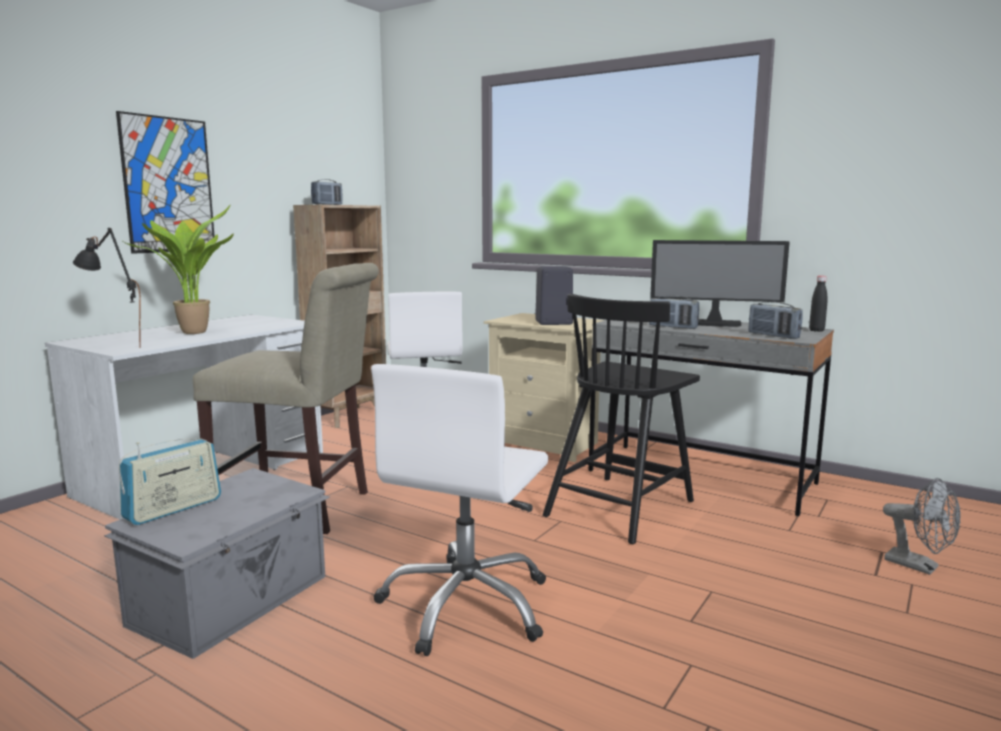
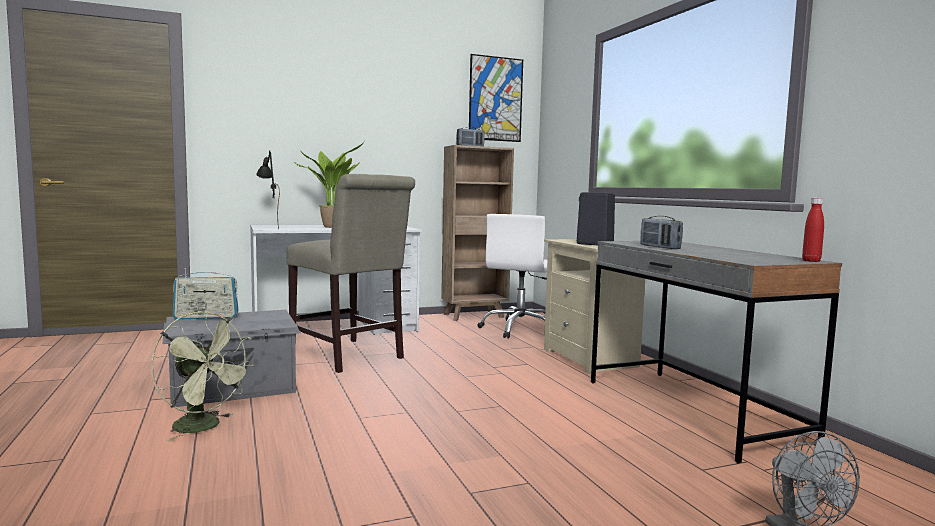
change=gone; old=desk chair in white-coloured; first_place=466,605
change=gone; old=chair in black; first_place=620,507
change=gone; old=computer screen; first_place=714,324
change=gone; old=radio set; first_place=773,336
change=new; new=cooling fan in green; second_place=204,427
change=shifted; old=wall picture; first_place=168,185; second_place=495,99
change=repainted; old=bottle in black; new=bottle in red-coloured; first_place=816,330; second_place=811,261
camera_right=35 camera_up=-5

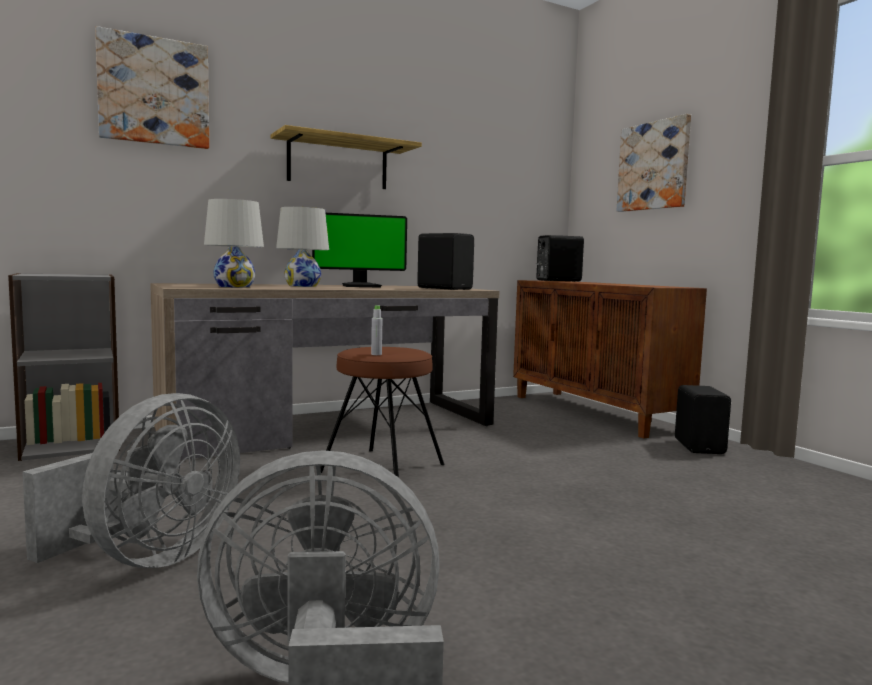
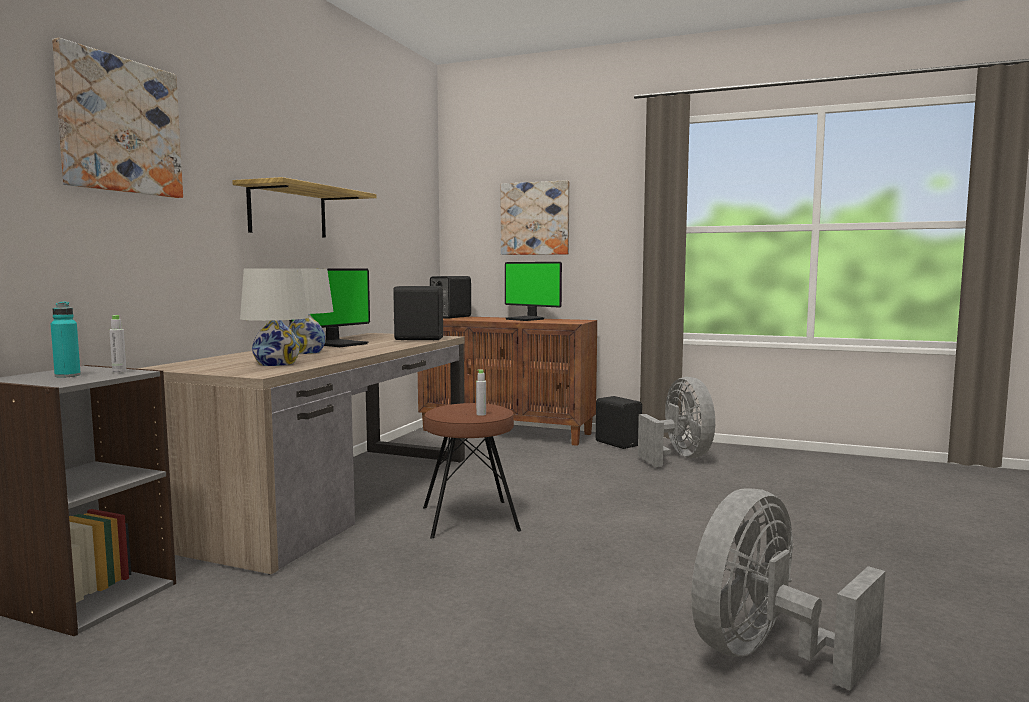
change=new; new=bottle in blue-green; second_place=67,376
change=new; new=bottle in grey; second_place=119,372
change=new; new=computer screen; second_place=526,319
change=shifted; old=cooling fan in grey; first_place=150,557; second_place=679,458
camera_right=-40 camera_up=0

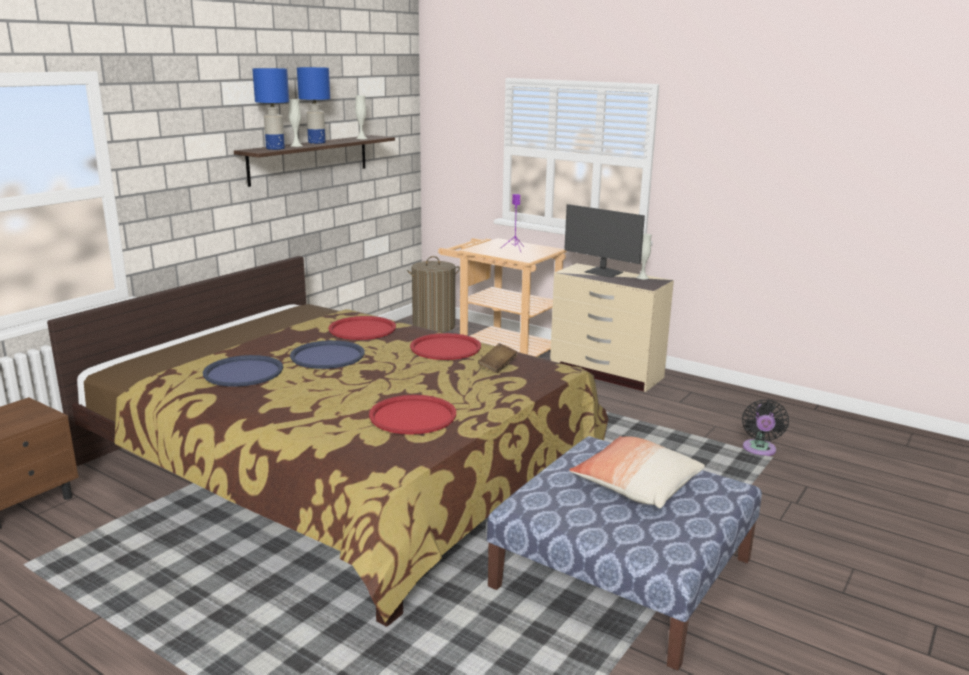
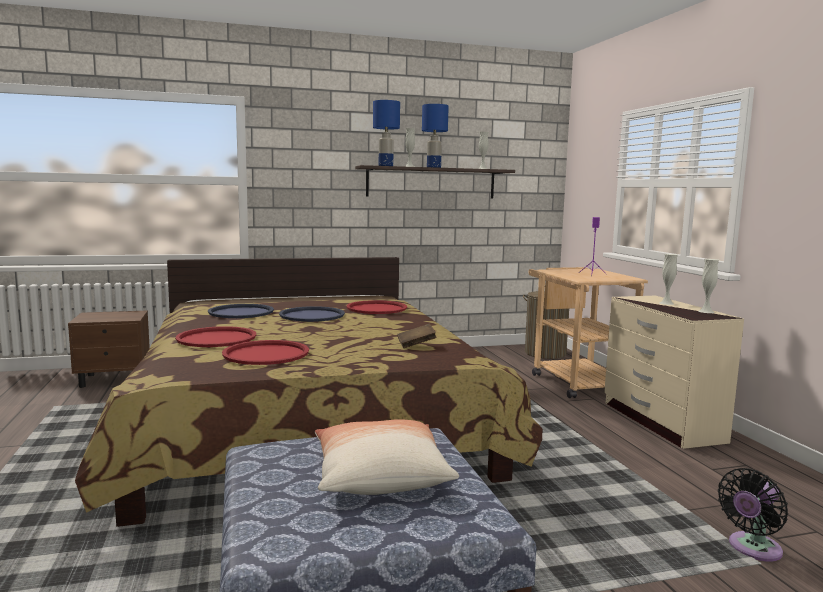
change=shifted; old=tray in red-coloured; first_place=445,348; second_place=217,338
change=swapped; old=computer screen; new=decorative vase in white-coloured; first_place=603,272; second_place=666,303
camera_right=40 camera_up=-10

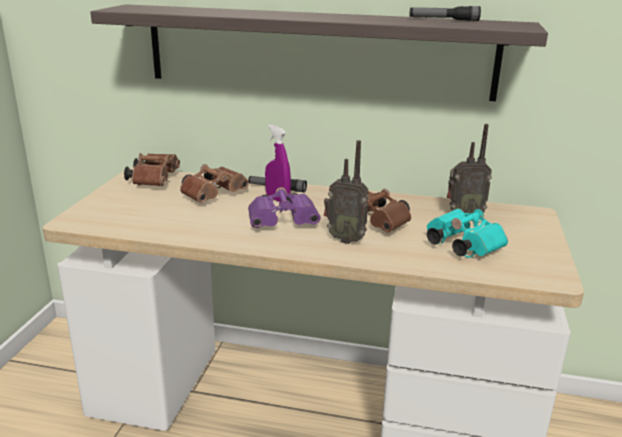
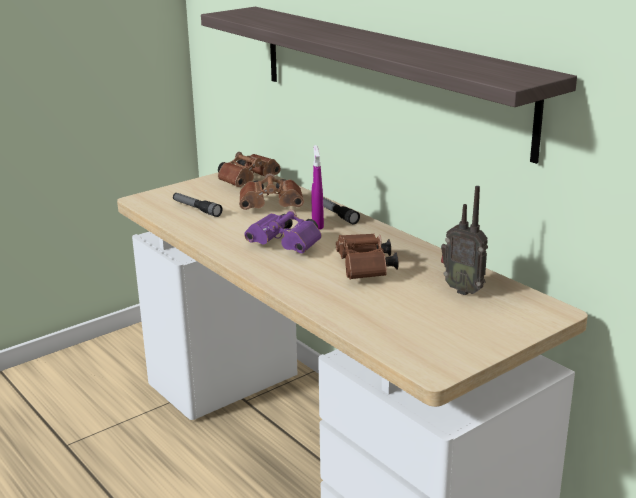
change=gone; old=radio set; first_place=345,239
change=gone; old=binoculars in blue-green; first_place=460,246
change=shifted; old=hand torch; first_place=443,20; second_place=196,209
camera_right=40 camera_up=0

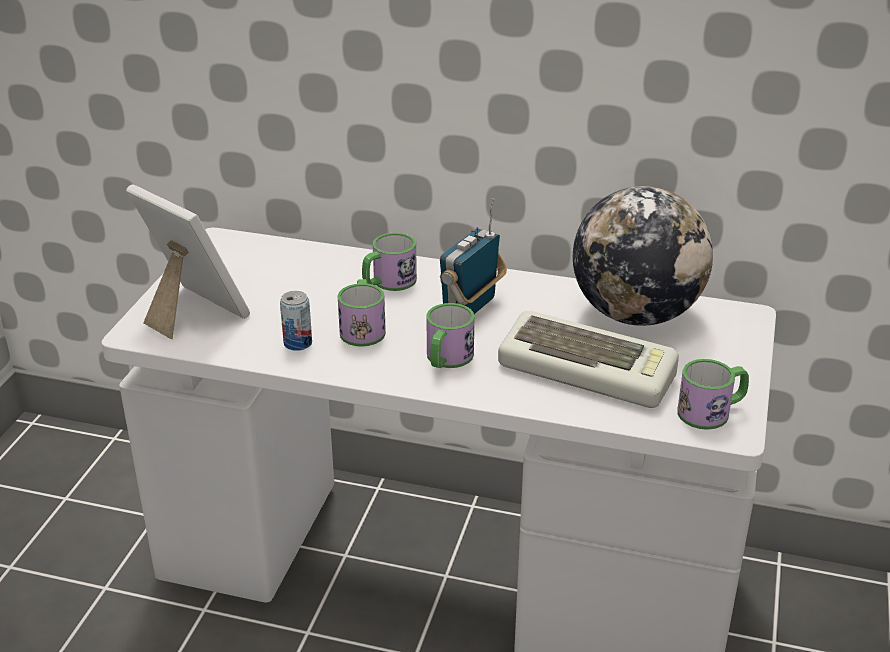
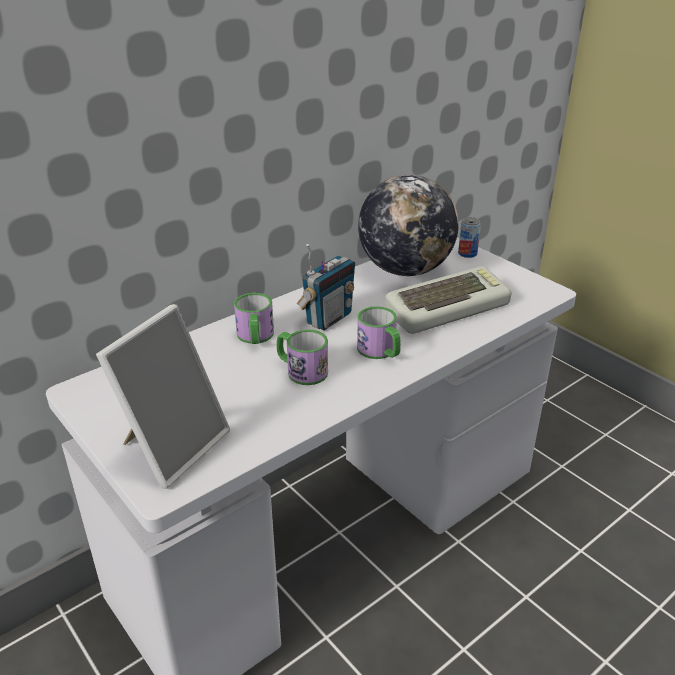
change=gone; old=tea mug; first_place=711,411
change=shifted; old=can; first_place=298,343; second_place=467,254
change=rotated; old=photo frame; first_place=191,313; second_place=172,446; degrees=135
change=rotated; old=radio set; first_place=470,307; second_place=328,318; degrees=-120
camera_right=-55 camera_up=0

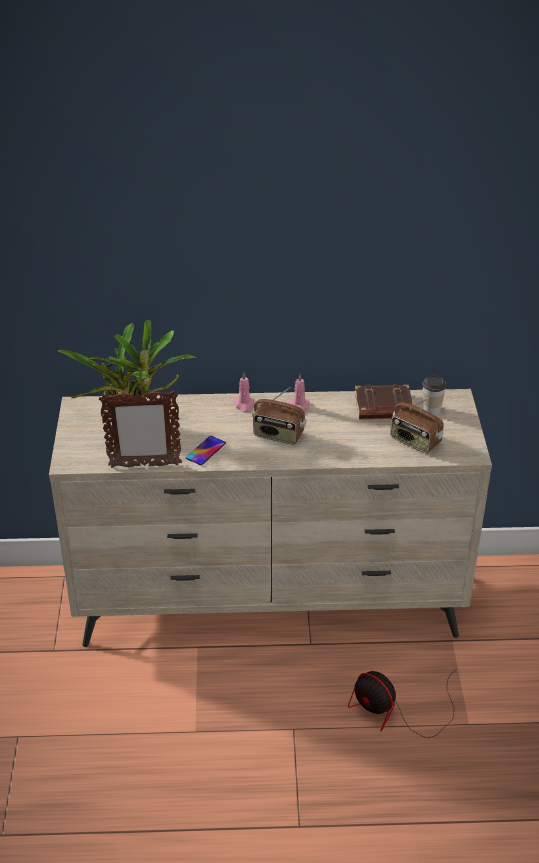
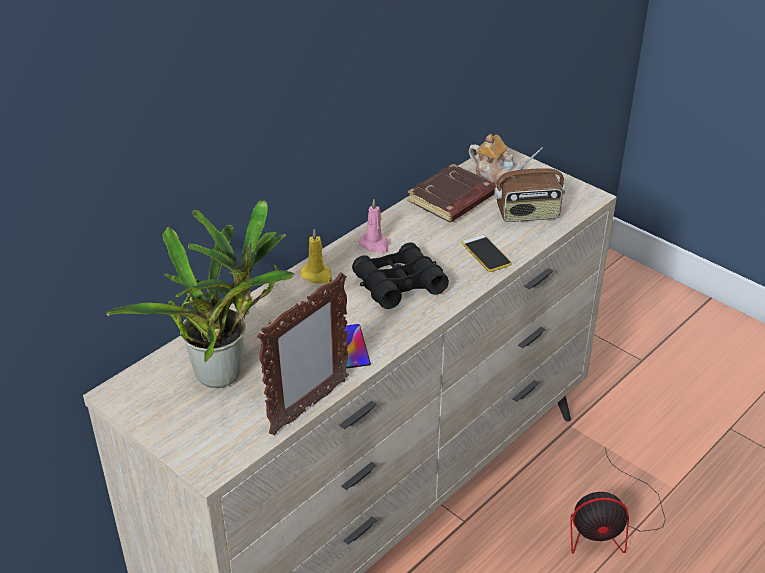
change=new; new=telephone; second_place=486,254
change=swapped; old=radio set; new=binoculars in black; first_place=278,435; second_place=399,284
change=swapped; old=small cup; new=teapot; first_place=431,410; second_place=496,178
change=repainted; old=candle in pink-coloured; new=candle in yellow-coloured; first_place=244,405; second_place=317,275
camera_right=-45 camera_up=0

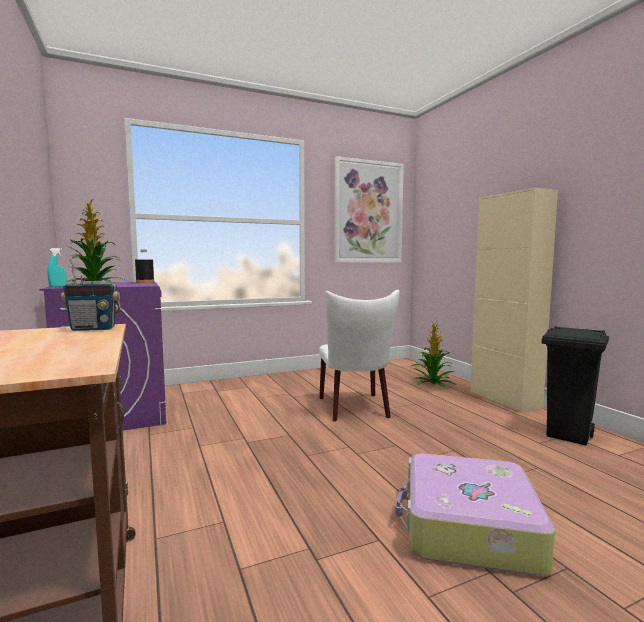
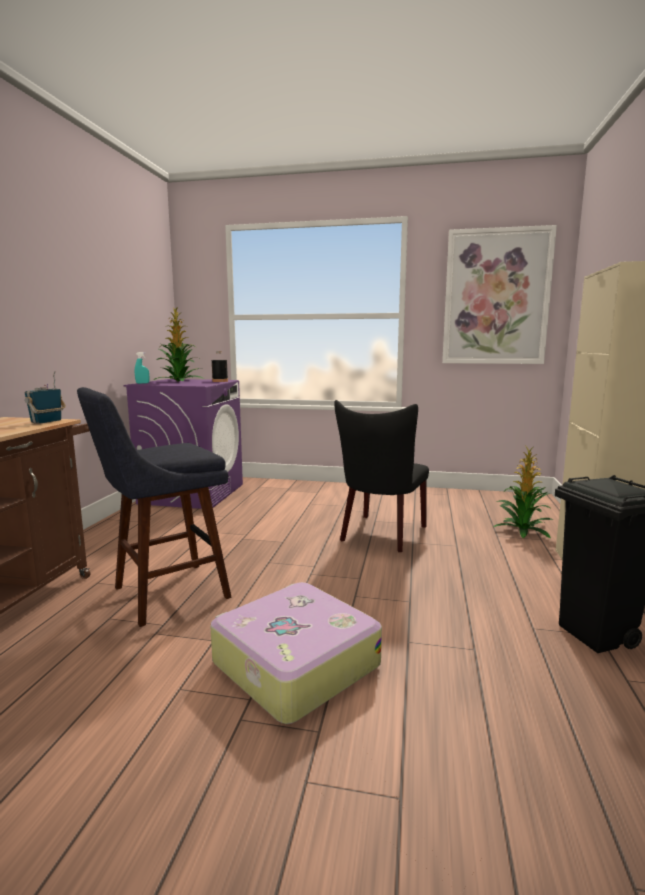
change=new; new=stool in bluish; second_place=163,595
change=repainted; old=chair in white-coloured; new=chair in black; first_place=355,409; second_place=381,535
change=rotated; old=radio set; first_place=93,329; second_place=47,422; degrees=90
camera_right=35 camera_up=5

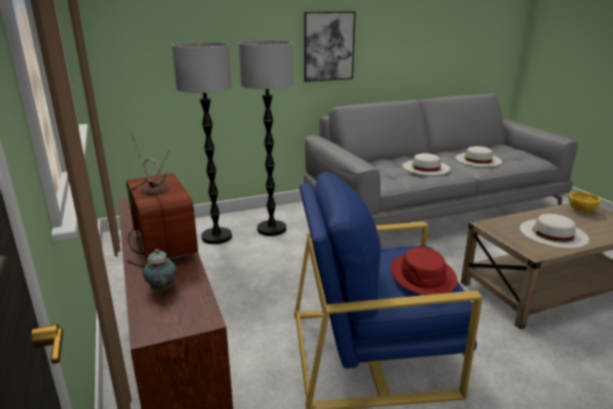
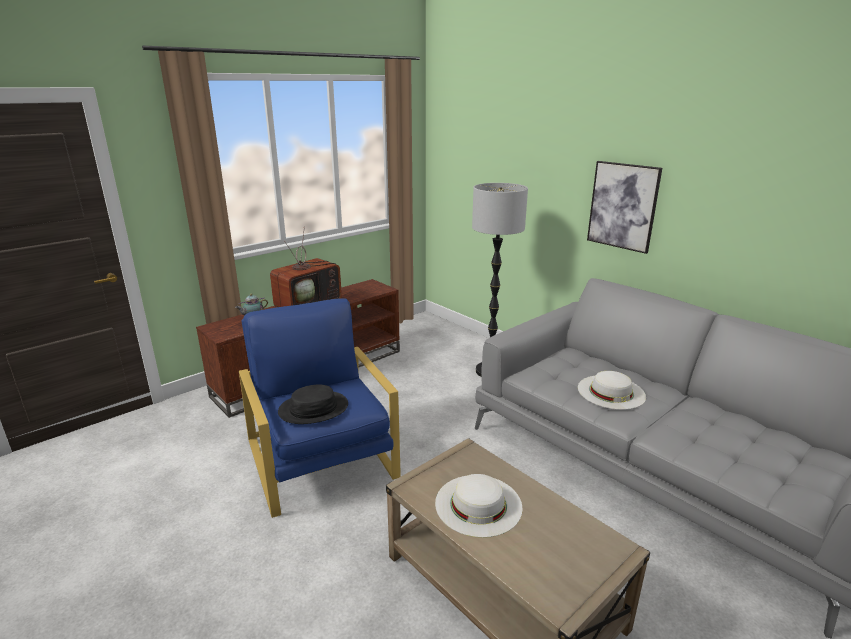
change=gone; old=standard lamp; first_place=217,237
change=gone; old=wearable hat in white-coloured; first_place=478,159
change=gone; old=bowl in yellow-coloured; first_place=581,210
change=repainted; old=wearable hat in red-coloured; new=wearable hat in black; first_place=423,275; second_place=313,409
camera_right=70 camera_up=0

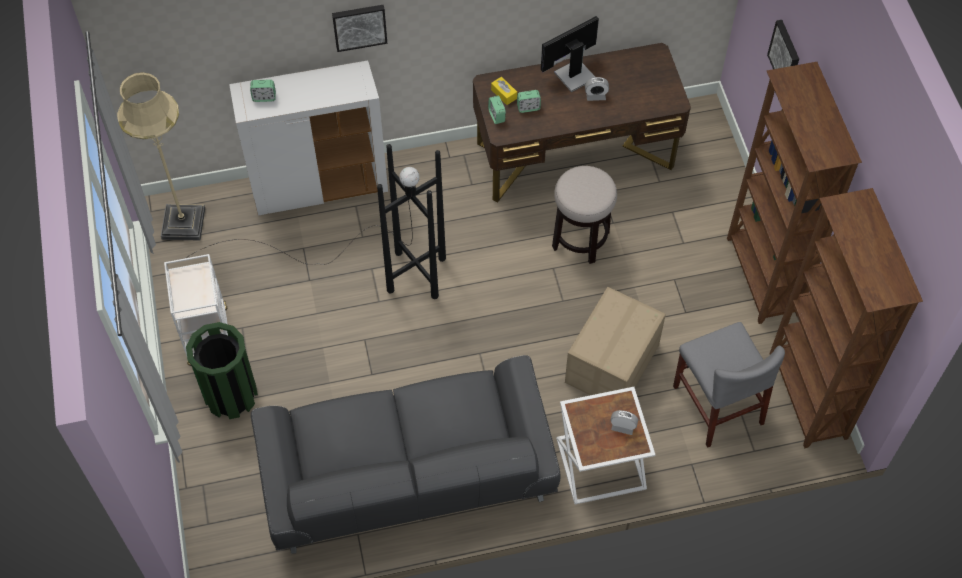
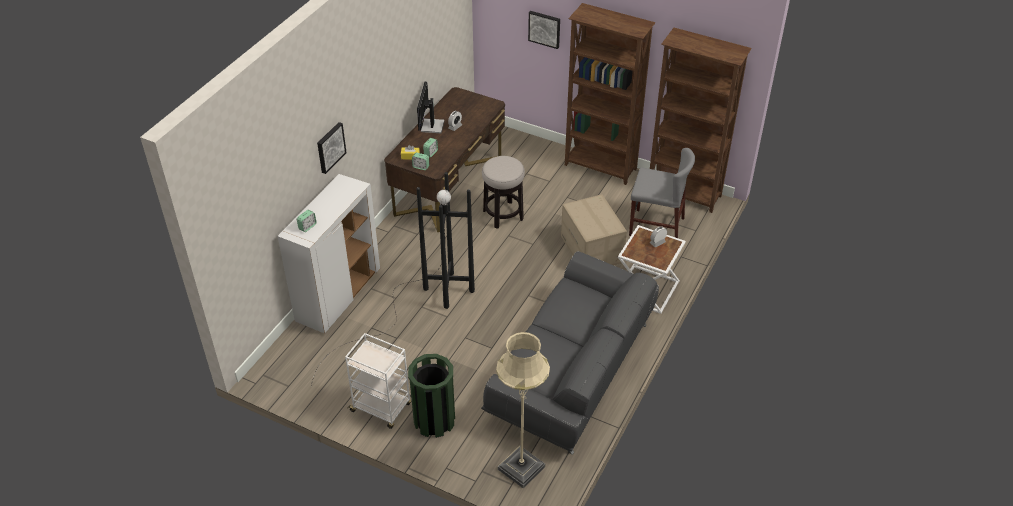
change=shifted; old=standard lamp in beige; first_place=183,224; second_place=521,468
camera_right=-50 camera_up=-15

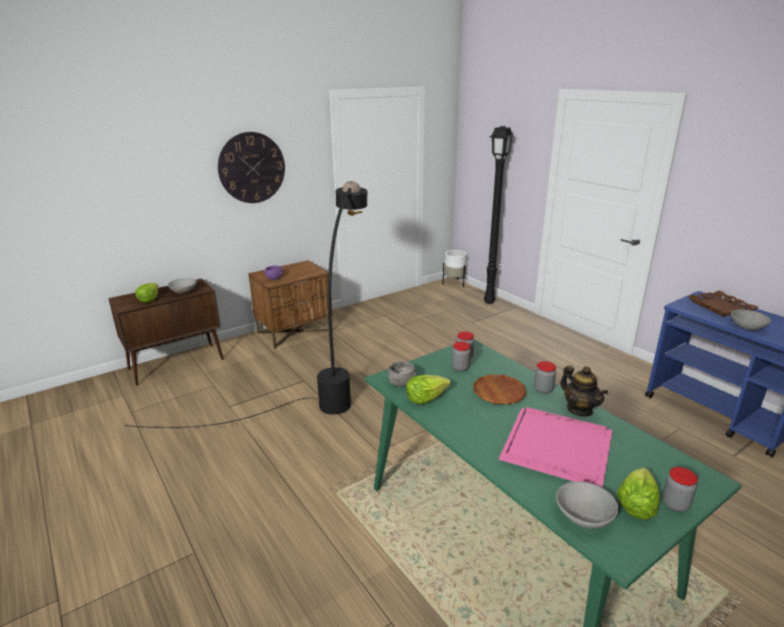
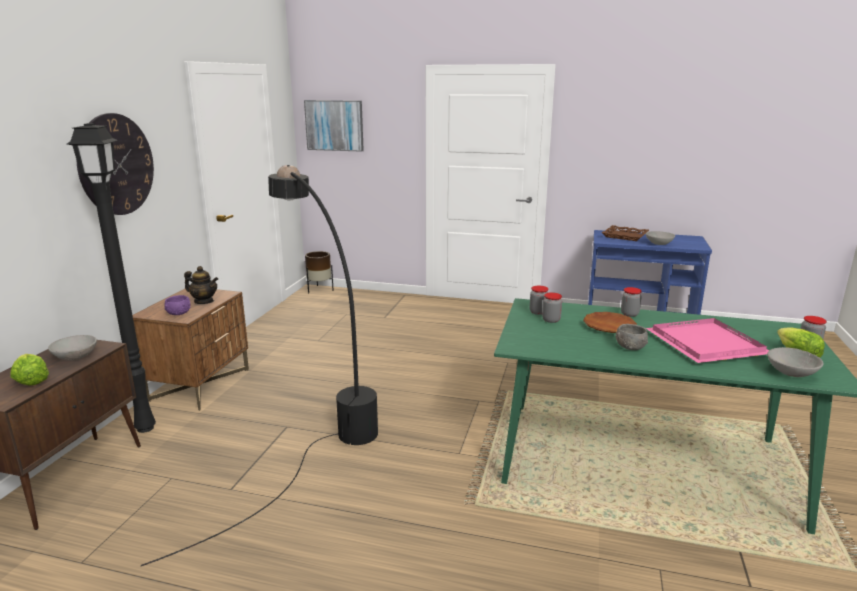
change=gone; old=lettuce head; first_place=425,398
change=new; new=wall picture; second_place=334,125
change=shifted; old=bowl in grey; first_place=401,382; second_place=630,347
change=shifted; old=standard lamp in black; first_place=489,301; second_place=144,427
change=shifted; old=teapot; first_place=579,409; second_place=204,301
change=repainted; old=flower pot in white-coloured; new=flower pot in brown-coloured; first_place=454,284; second_place=319,289
camera_right=-40 camera_up=-5

